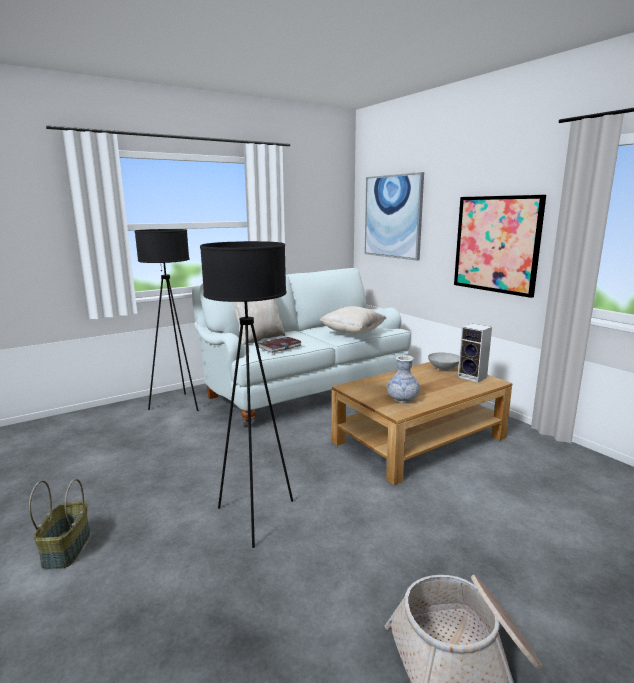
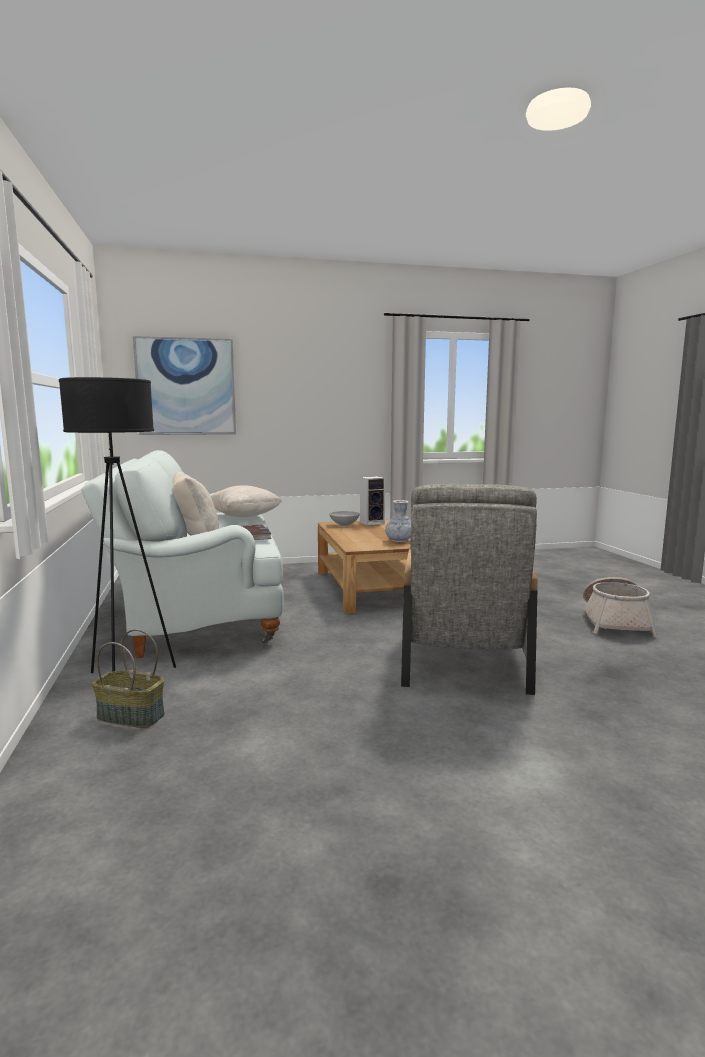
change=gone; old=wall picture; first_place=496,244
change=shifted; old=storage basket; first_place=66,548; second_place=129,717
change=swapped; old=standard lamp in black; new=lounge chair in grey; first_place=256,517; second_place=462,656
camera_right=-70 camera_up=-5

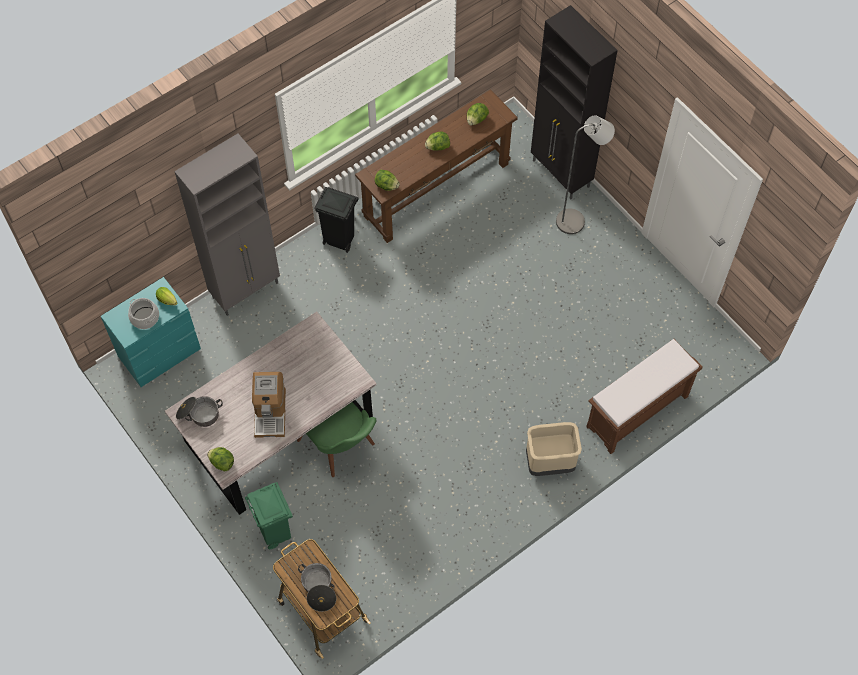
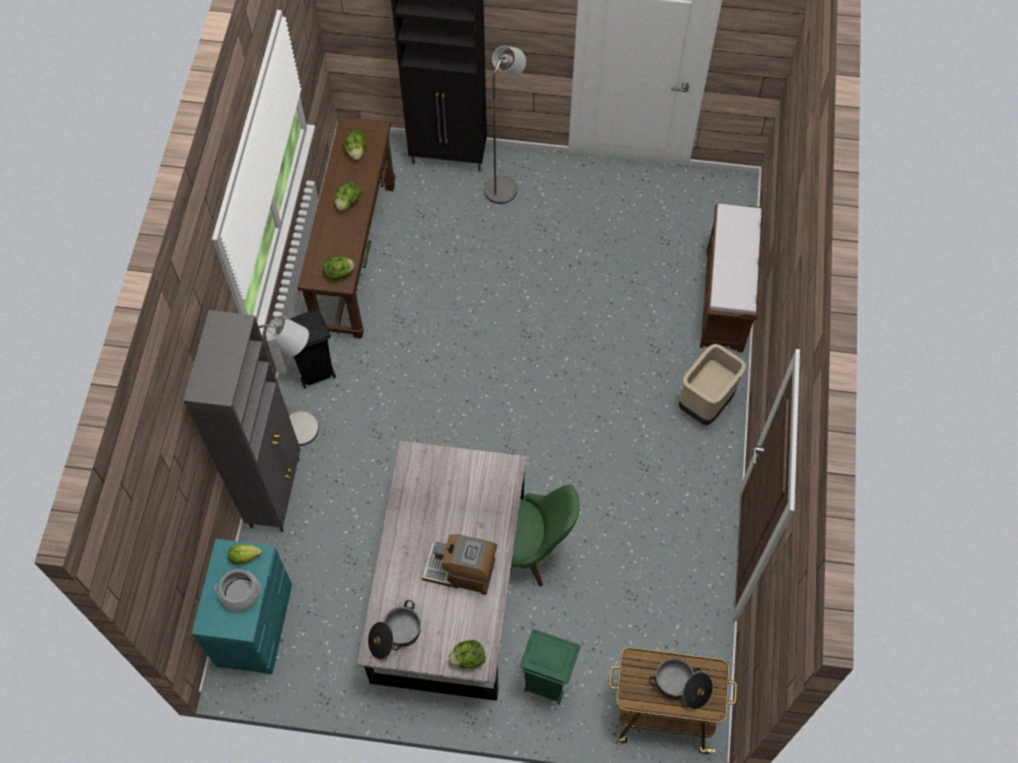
change=new; new=standard lamp in grey; second_place=307,430
change=rotated; old=coffee brewer; first_place=270,412; second_place=460,570; degrees=150
camera_right=-45 camera_up=0

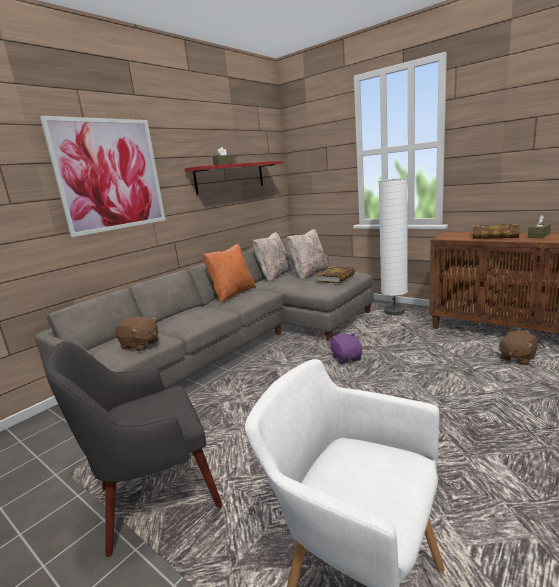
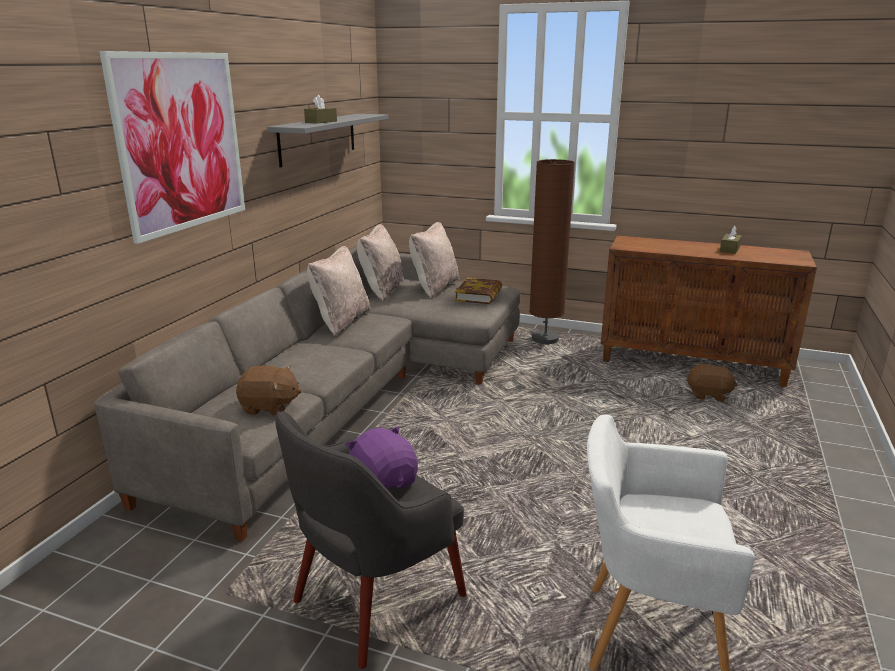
change=gone; old=volume; first_place=494,235
change=shifted; old=cuddly toy in purplish; first_place=346,358; second_place=384,481
change=repainted; old=shelf in red-coloured; new=shelf in grey; first_place=230,177; second_place=318,138
change=repainted; old=cushion in orange-coloured; new=cushion in beige; first_place=232,294; second_place=341,321
change=repainted; old=standard lamp in white-coloured; new=standard lamp in brown-coloured; first_place=394,312; second_place=545,339
change=rotated; old=cuddly toy in brown-coloured; first_place=516,358; second_place=708,395; degrees=-105
camera_right=-20 camera_up=5

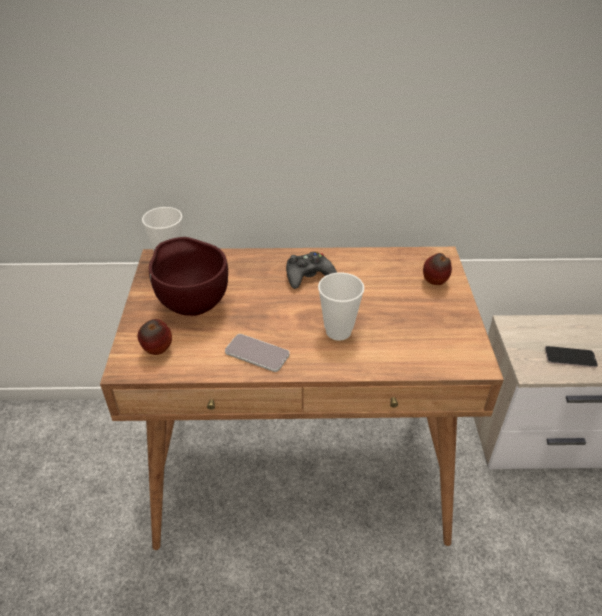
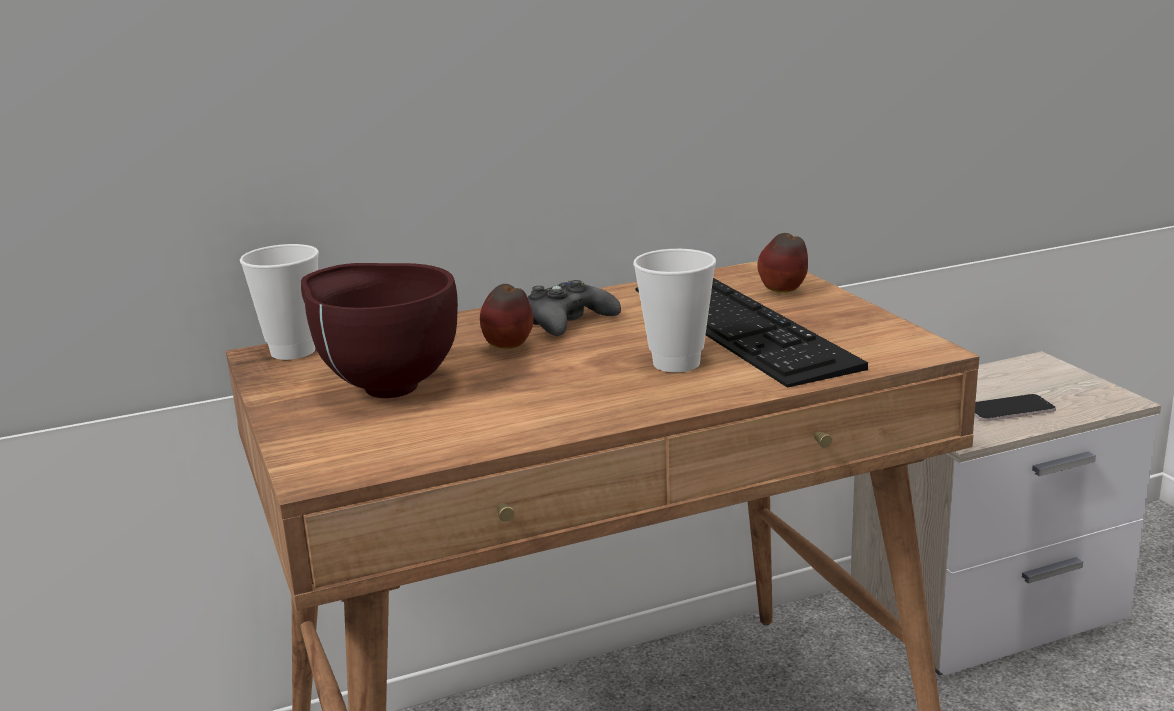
change=gone; old=telephone; first_place=257,353
change=new; new=keyboard; second_place=739,326
change=shifted; old=apple fruit; first_place=157,351; second_place=508,349
camera_right=-20 camera_up=-20

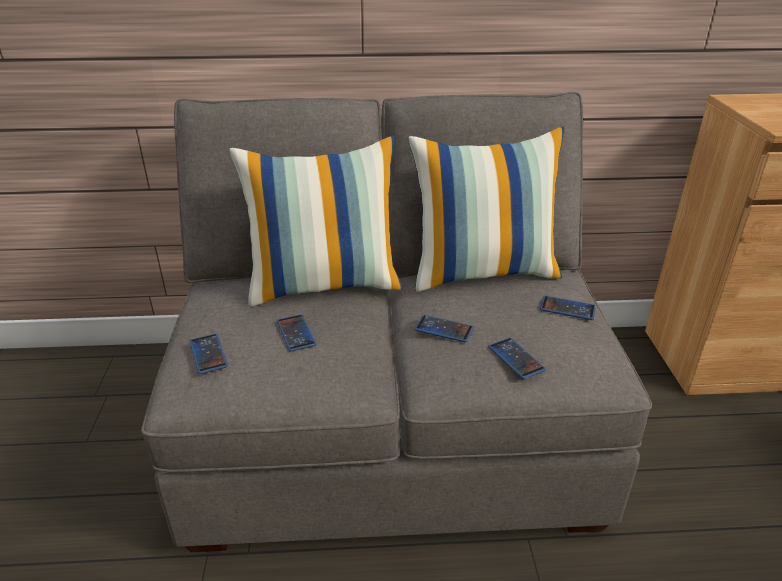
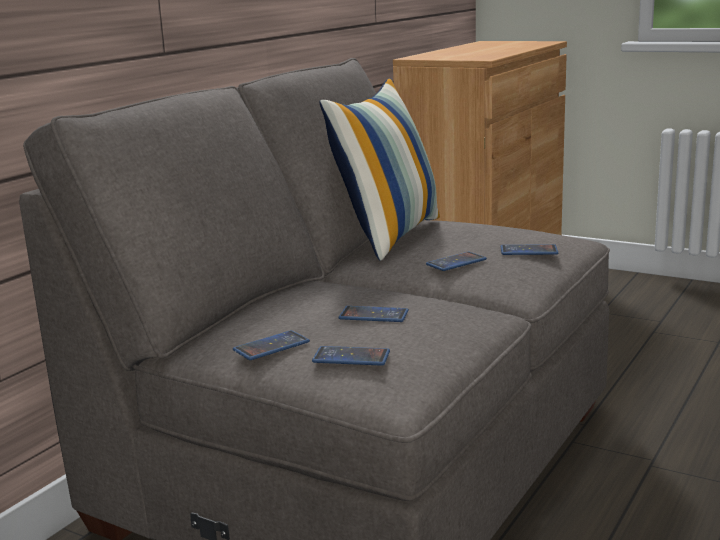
change=gone; old=cushion; first_place=325,284
change=shifted; old=telephone; first_place=567,308; second_place=271,346
camera_right=-55 camera_up=-15

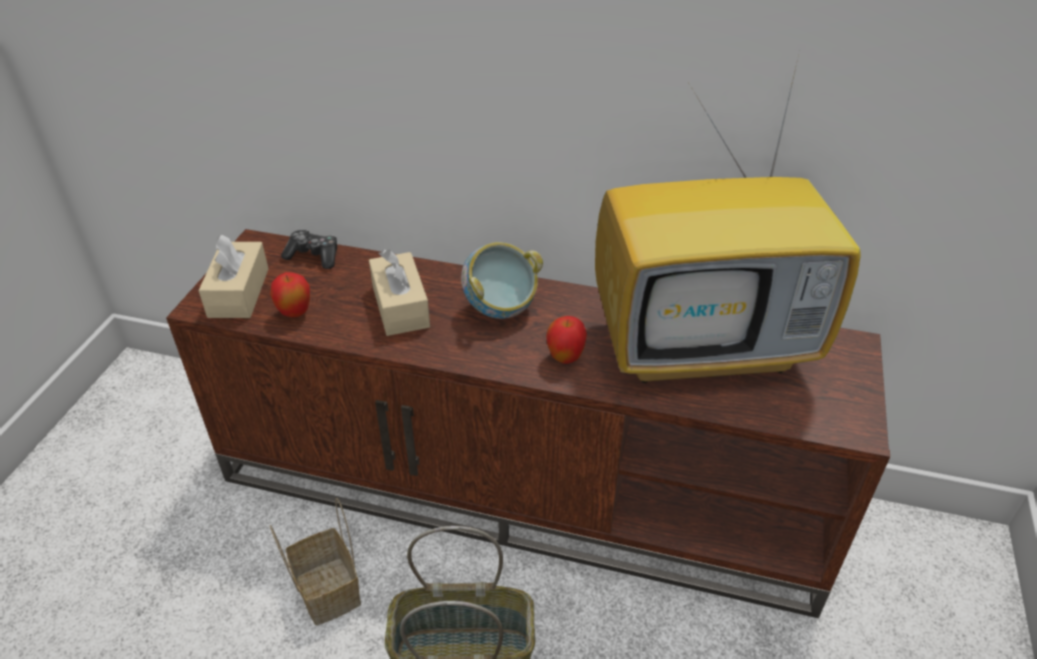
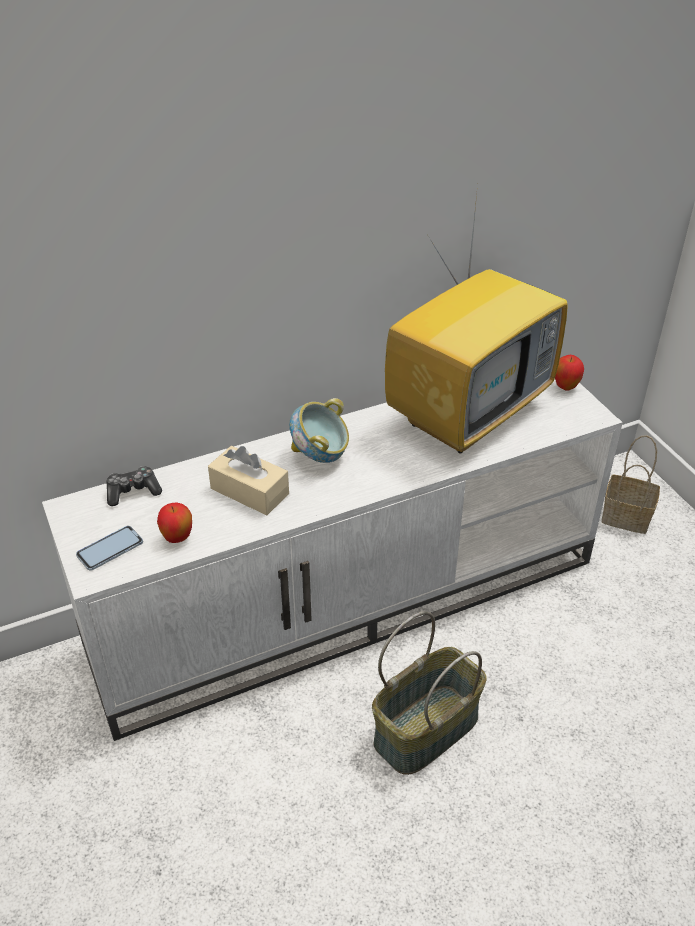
change=shifted; old=storage basket; first_place=326,589; second_place=624,517
change=shifted; old=apple fruit; first_place=565,358; second_place=565,387
change=swapped; old=tissue box in beige; new=telephone; first_place=239,292; second_place=110,549
change=repainted; old=tv stand in brown-coloured; new=tv stand in white-coloured; first_place=523,487; second_place=347,599
camera_right=-40 camera_up=0

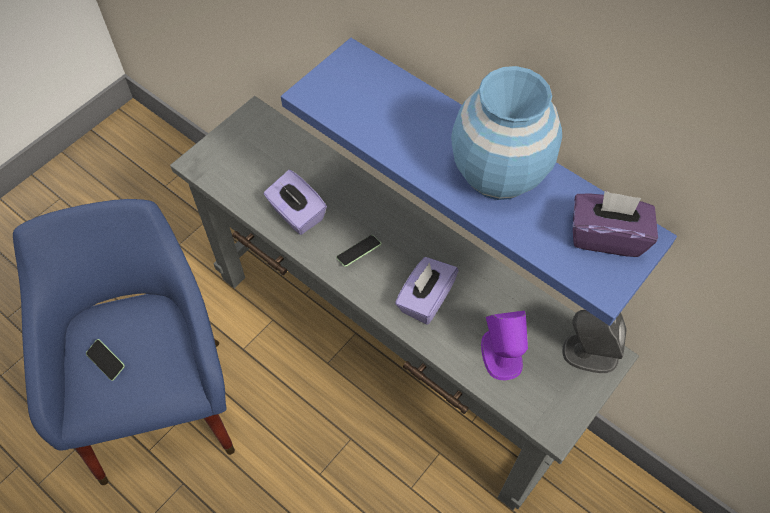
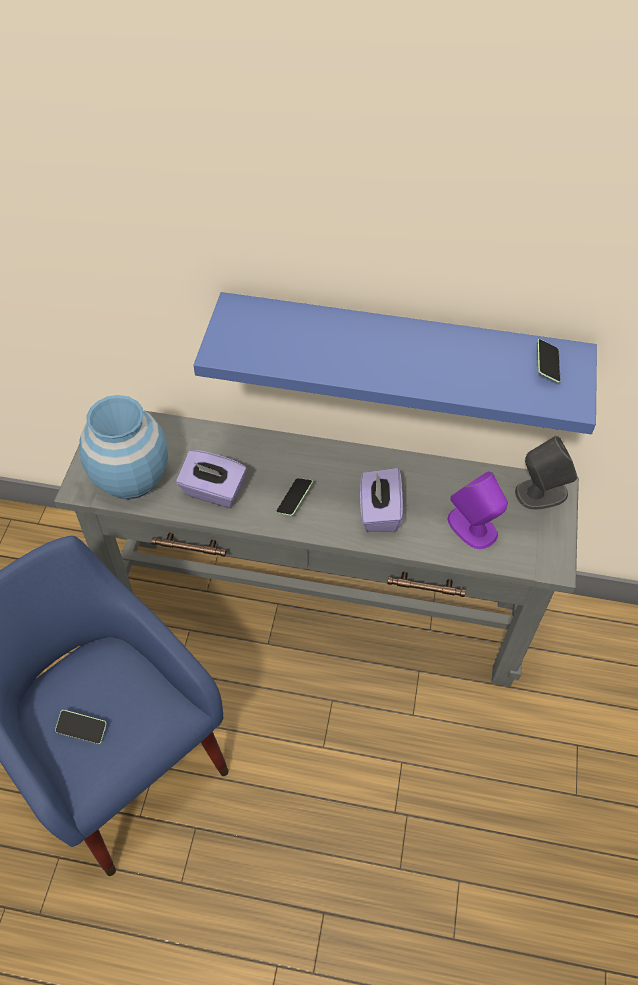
change=shifted; old=decorative vase in bluish; first_place=499,173; second_place=131,478
change=swapped; old=tissue box in purplish; new=telephone; first_place=606,236; second_place=546,366
camera_right=-30 camera_up=-5

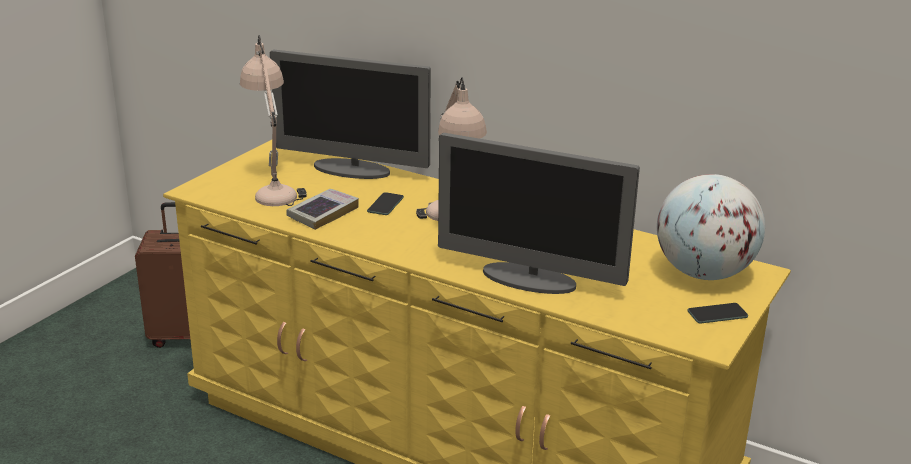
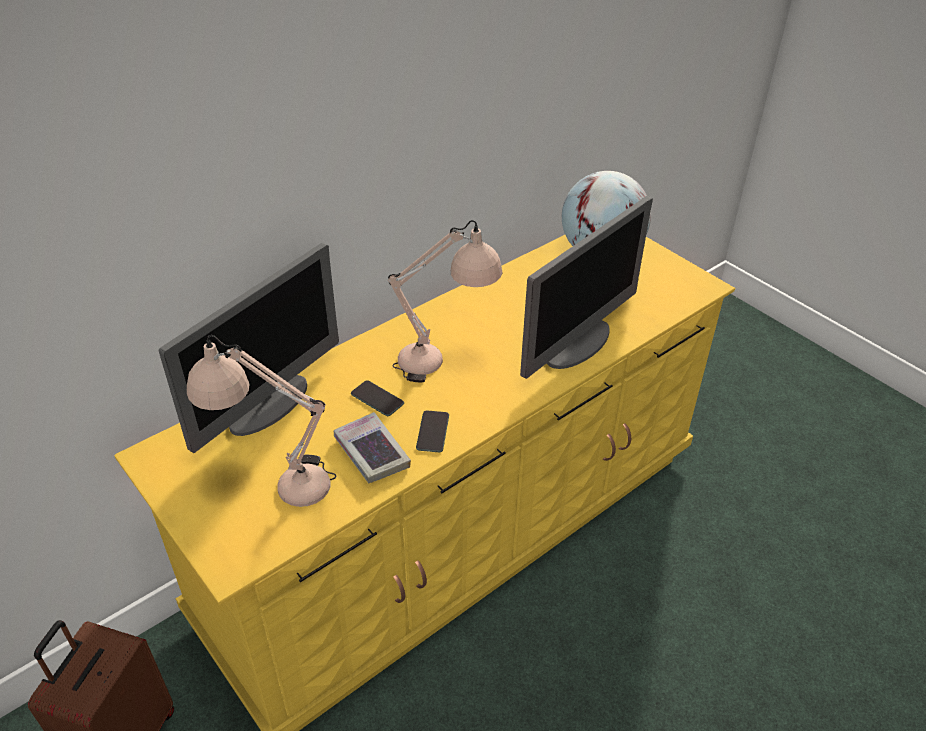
change=shifted; old=telephone; first_place=717,314; second_place=432,432
camera_right=-70 camera_up=15

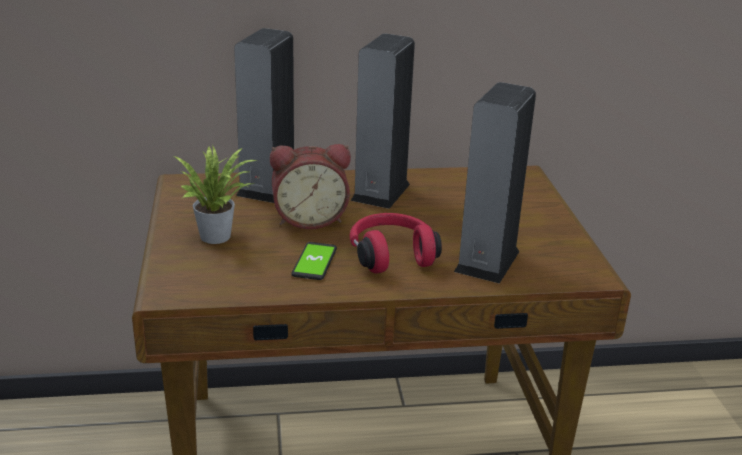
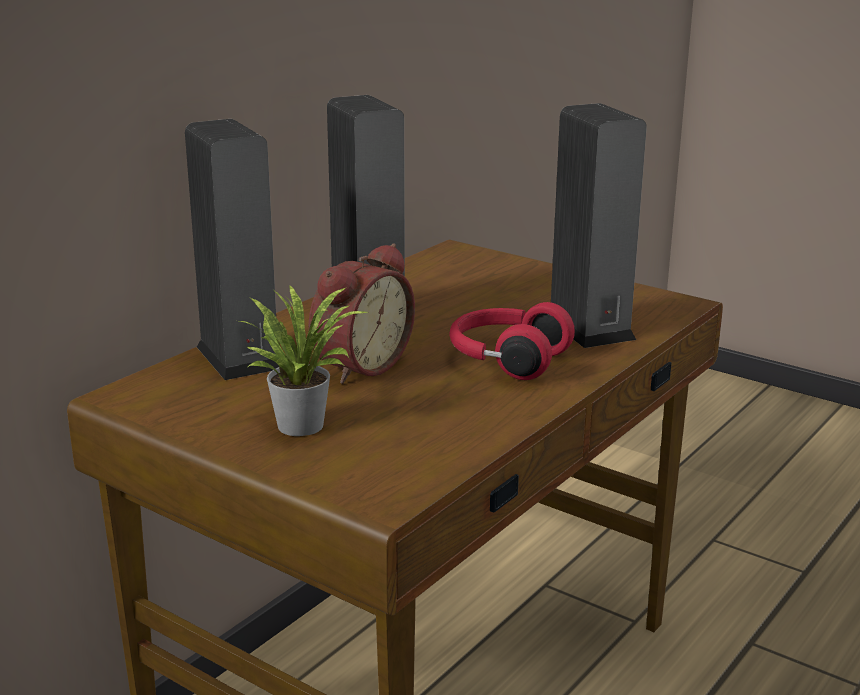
change=gone; old=telephone; first_place=314,262
camera_right=-45 camera_up=-5

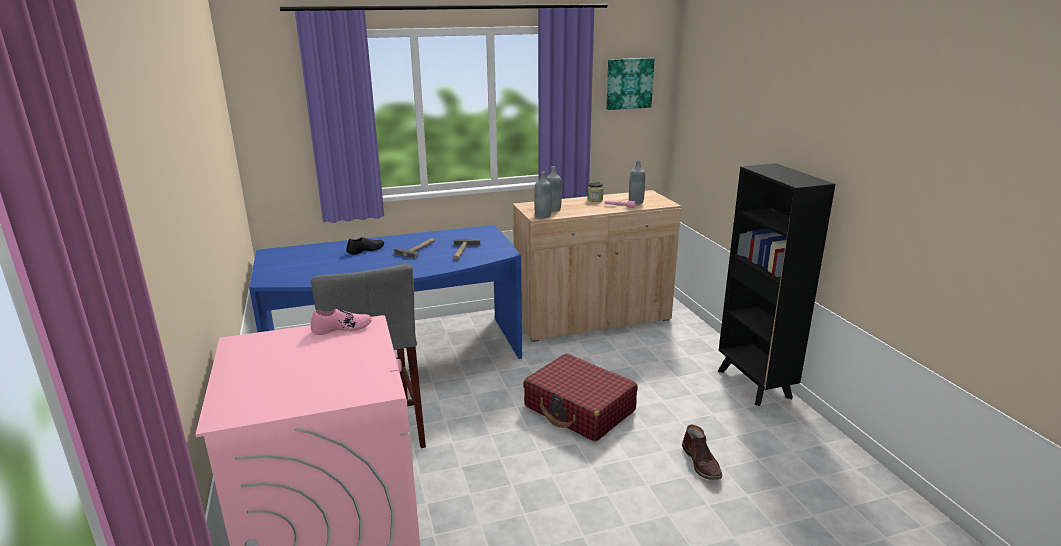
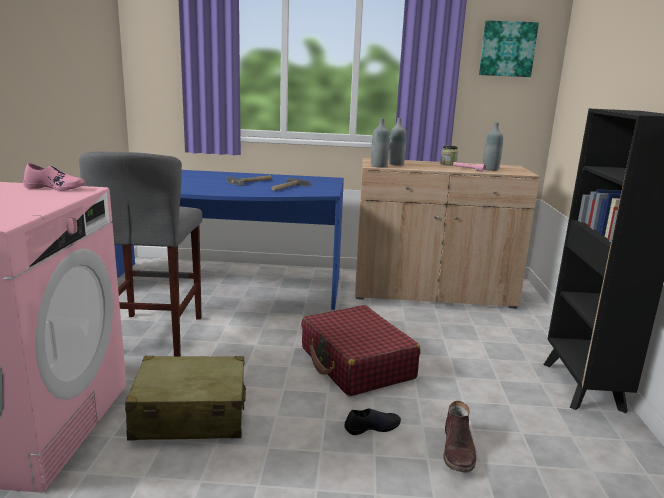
change=new; new=suitcase in beige; second_place=190,414
change=shifted; old=shoe in black; first_place=365,250; second_place=372,427
camera_right=20 camera_up=-5

